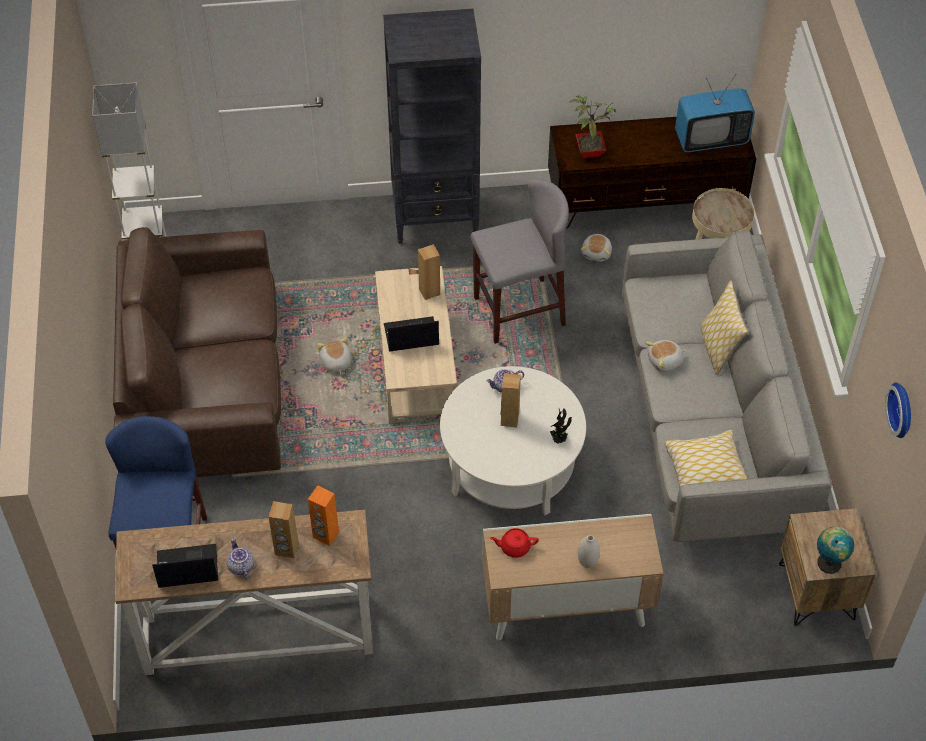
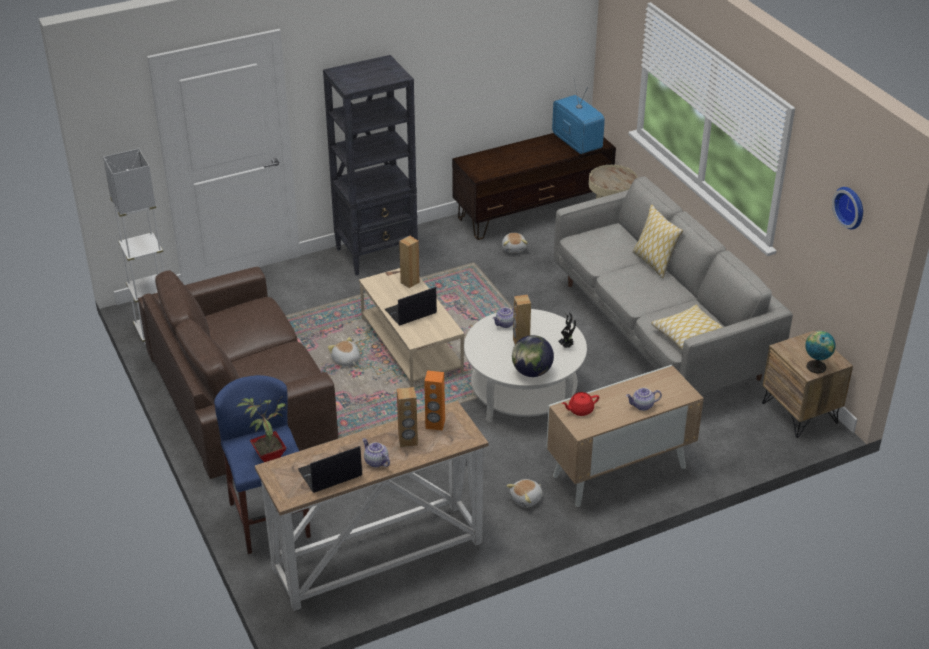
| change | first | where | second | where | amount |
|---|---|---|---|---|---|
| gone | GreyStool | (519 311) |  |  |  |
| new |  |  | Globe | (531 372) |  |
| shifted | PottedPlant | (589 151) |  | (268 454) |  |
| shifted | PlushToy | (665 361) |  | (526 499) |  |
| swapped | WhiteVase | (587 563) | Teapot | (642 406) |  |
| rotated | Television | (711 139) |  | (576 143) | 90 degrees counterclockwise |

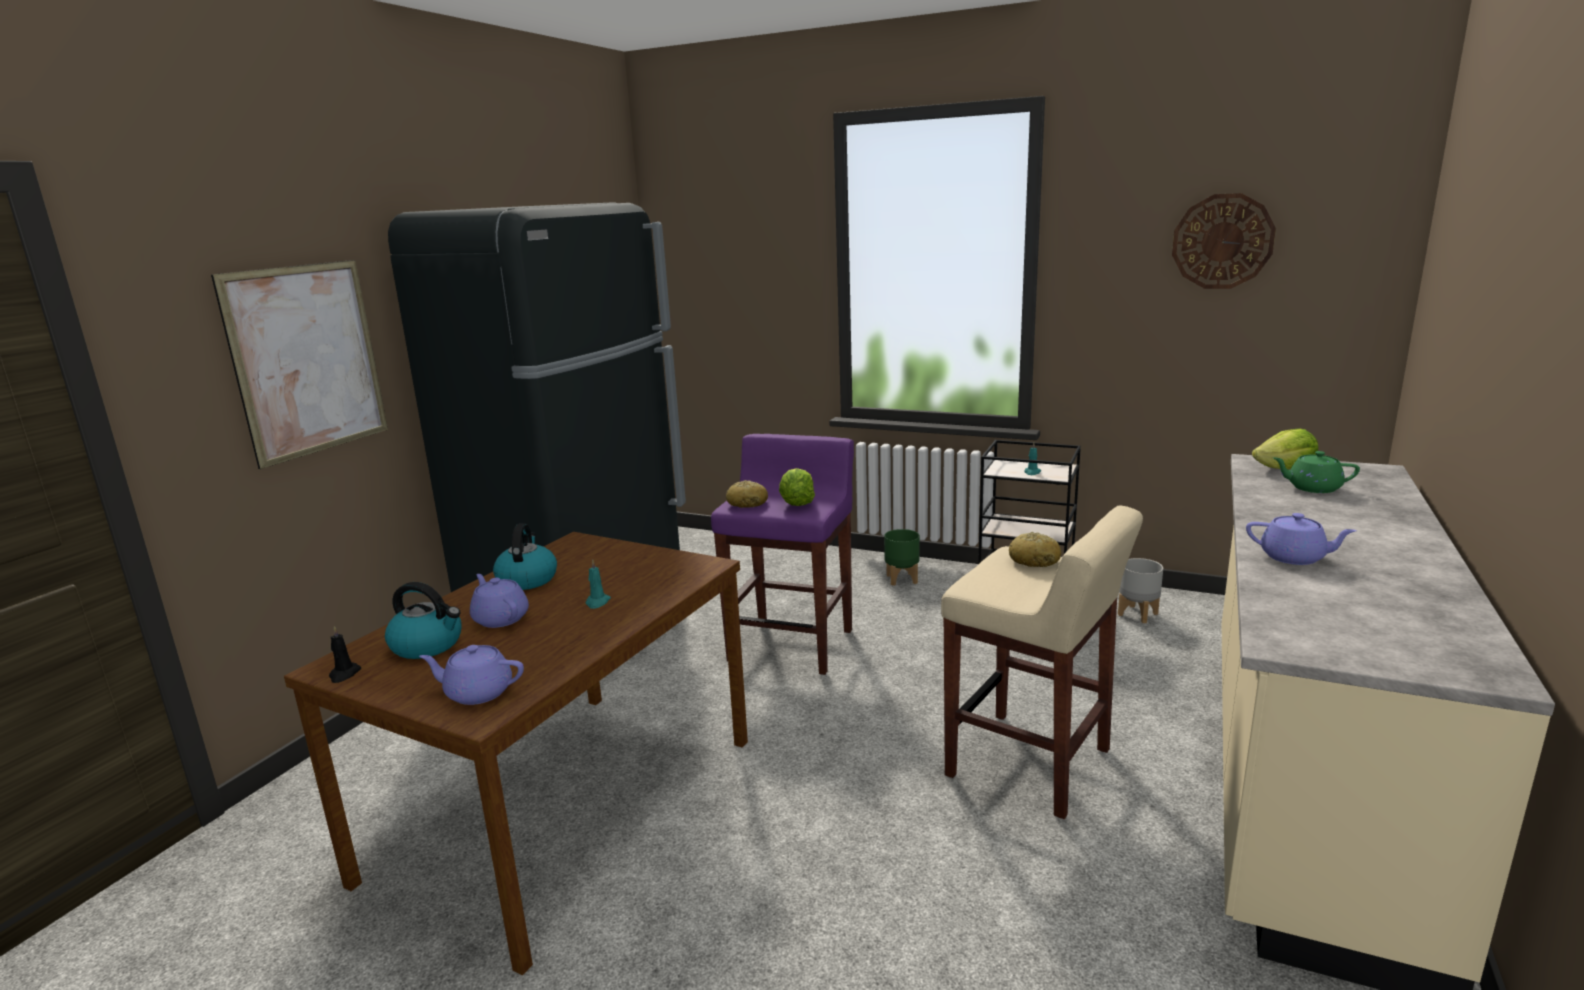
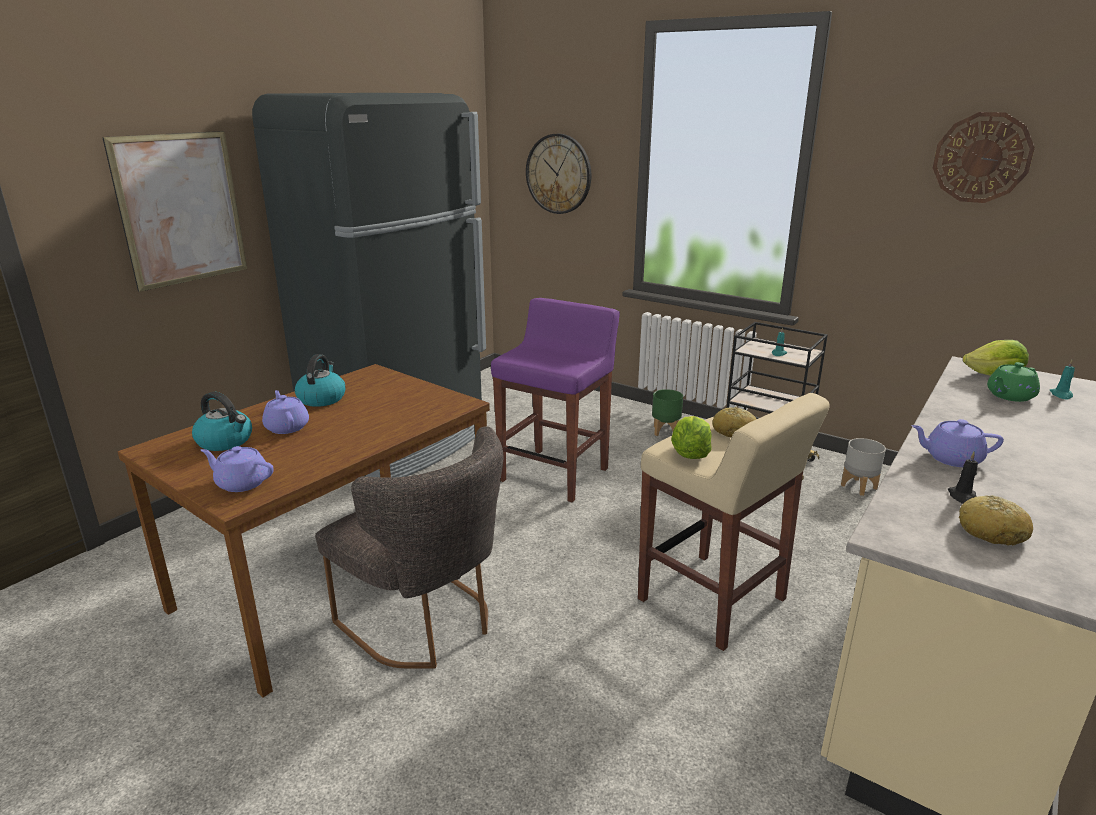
| change | first | where | second | where | amount |
|---|---|---|---|---|---|
| new |  |  | GreyChair | (426 624) |  |
| new |  |  | WallClock | (558 174) |  |
| shifted | BlackCandle | (344 674) |  | (962 497) |  |
| shifted | TurquoiseCandle | (597 602) |  | (1061 395) |  |
| shifted | Bread | (747 503) |  | (992 532) |  |
| shifted | Lettuce | (797 503) |  | (689 454) |  |
| rotated | PurpleTeapot | (1294 557) |  | (951 458) | 150 degrees clockwise |
| rotated | GreenTeapot | (1312 488) |  | (1009 396) | 60 degrees counterclockwise |

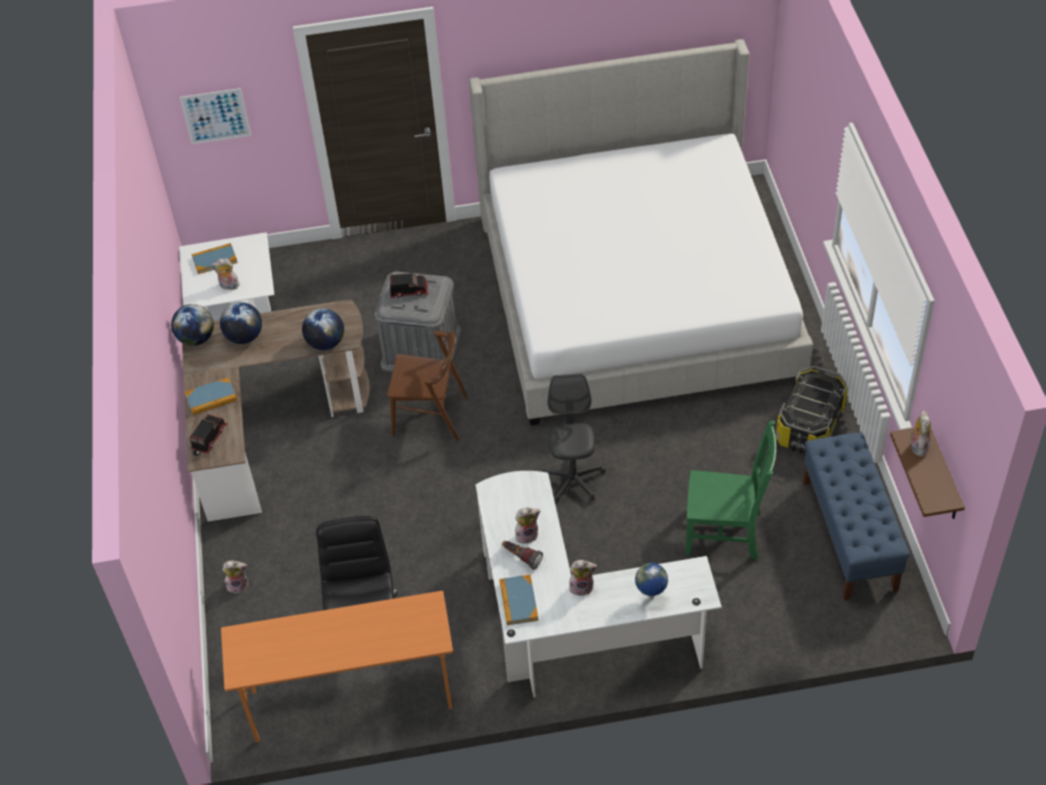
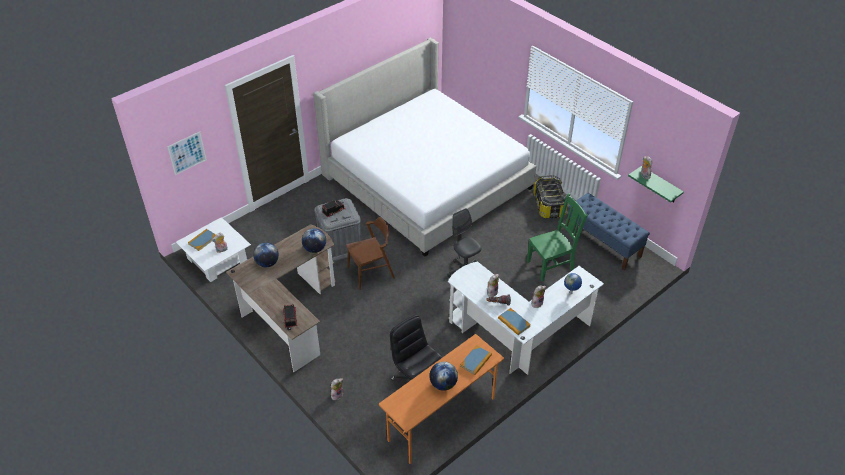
| change | first | where | second | where | amount |
|---|---|---|---|---|---|
| shifted | Globe | (196 338) |  | (443 384) |  |
| shifted | Book | (211 398) |  | (475 361) |  |
| repainted | BrownShelf | (944 477) | GreenShelf | (660 185) |  |

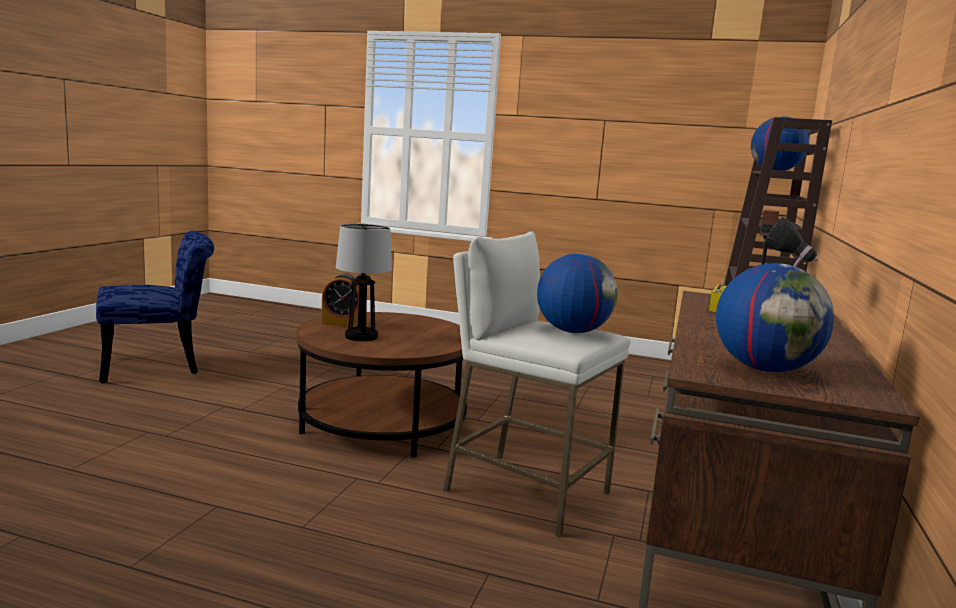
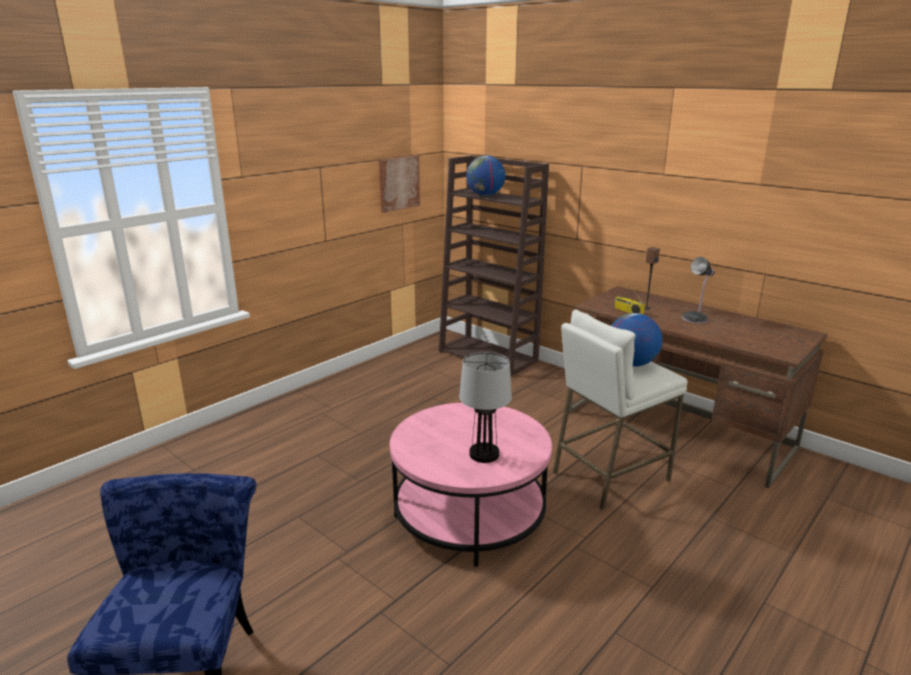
| change | first | where | second | where | amount |
|---|---|---|---|---|---|
| gone | AlarmClock | (343 324) |  |  |  |
| gone | Globe | (765 369) |  |  |  |
| new |  |  | Picture | (398 183) |  |
| repainted | BrownCoffeeTable | (383 423) | PinkCoffeeTable | (469 513) |  |

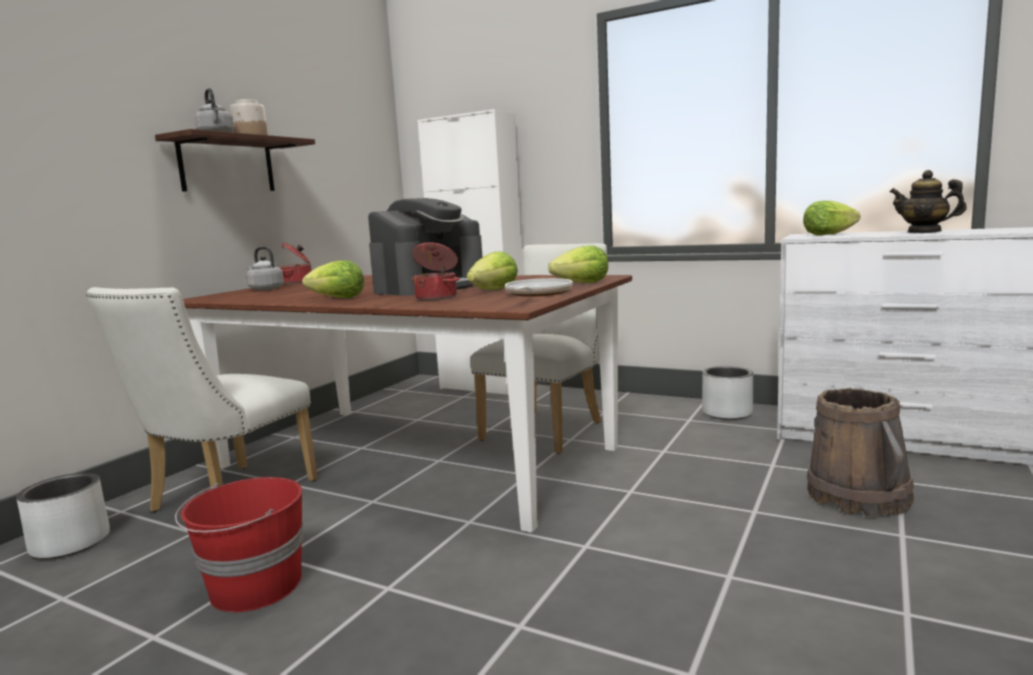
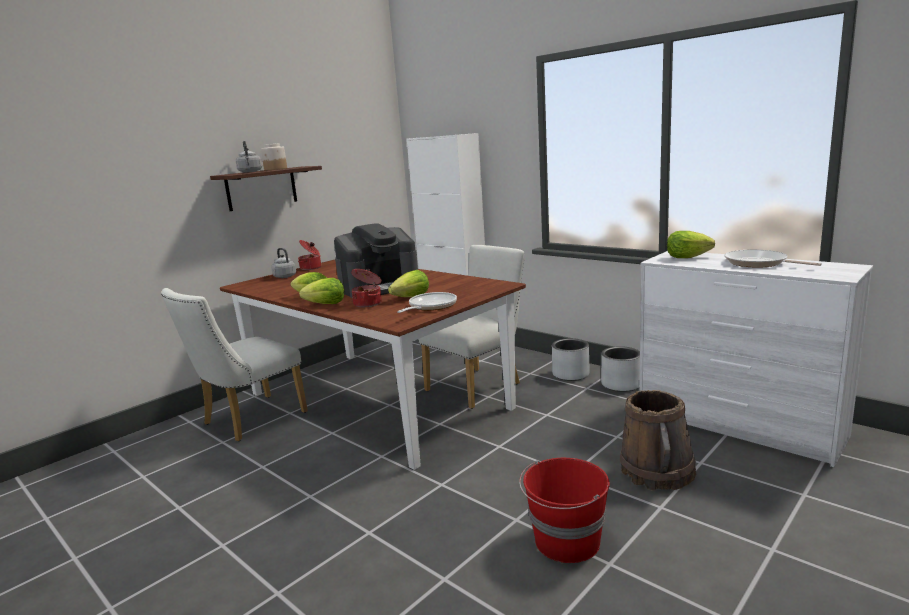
| change | first | where | second | where | amount |
|---|---|---|---|---|---|
| shifted | GreyPlanter | (71 543) |  | (571 374) |  |
| shifted | RedBucket | (254 588) |  | (566 542) |  |
| shifted | Lettuce | (582 283) |  | (326 304) |  |
| swapped | Teapot | (924 232) | FryingPan | (758 263) |  |

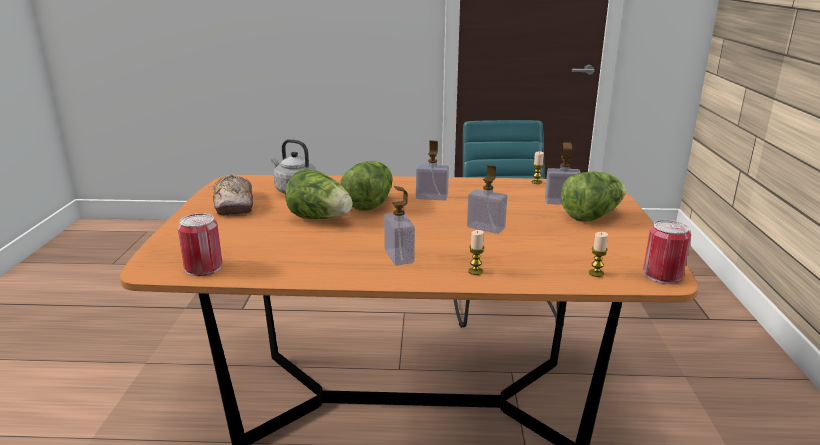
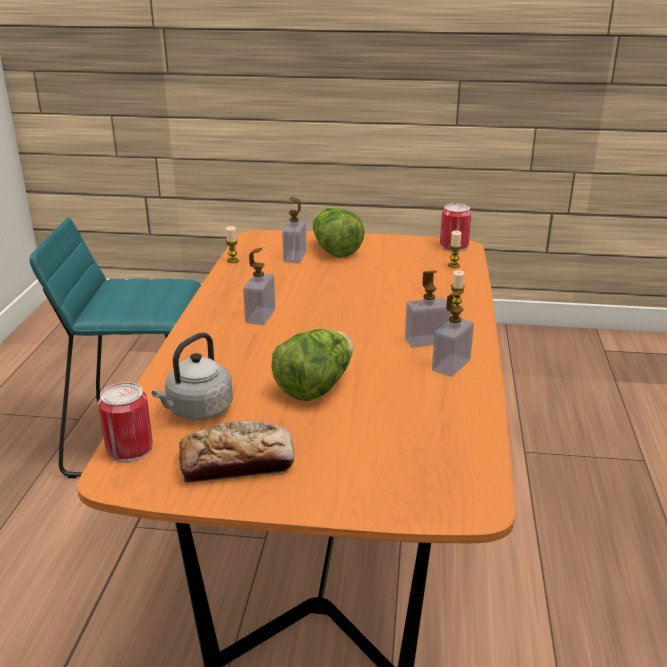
| change | first | where | second | where | amount |
|---|---|---|---|---|---|
| gone | Lettuce | (370 203) |  |  |  |
| shifted | Can | (203 267) |  | (129 448) |  |
| shifted | SoapDispenser | (486 227) |  | (451 365) |  |

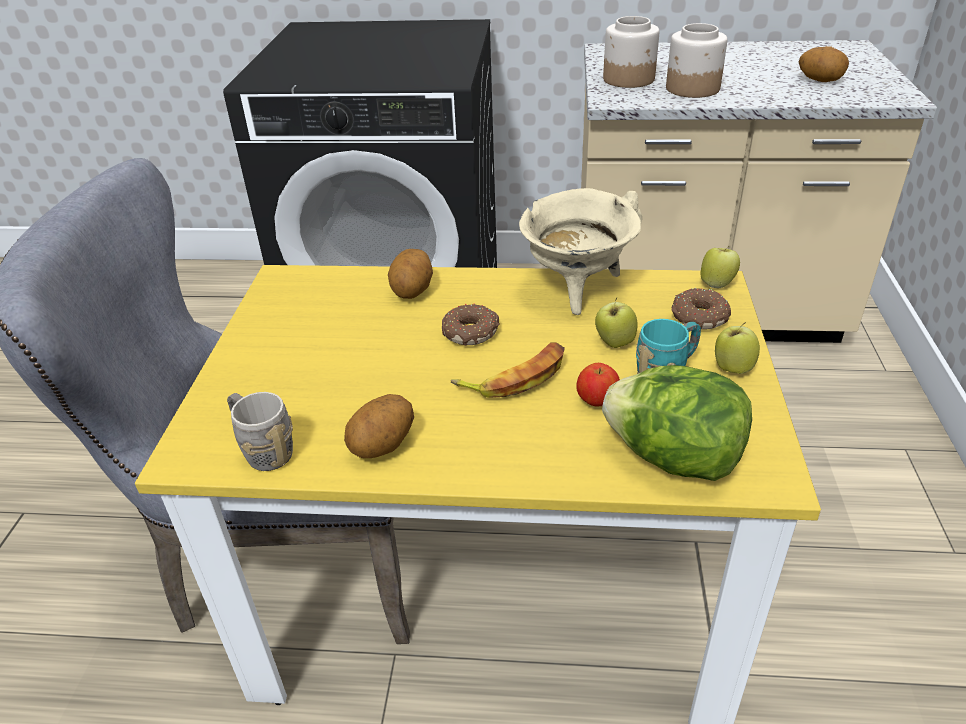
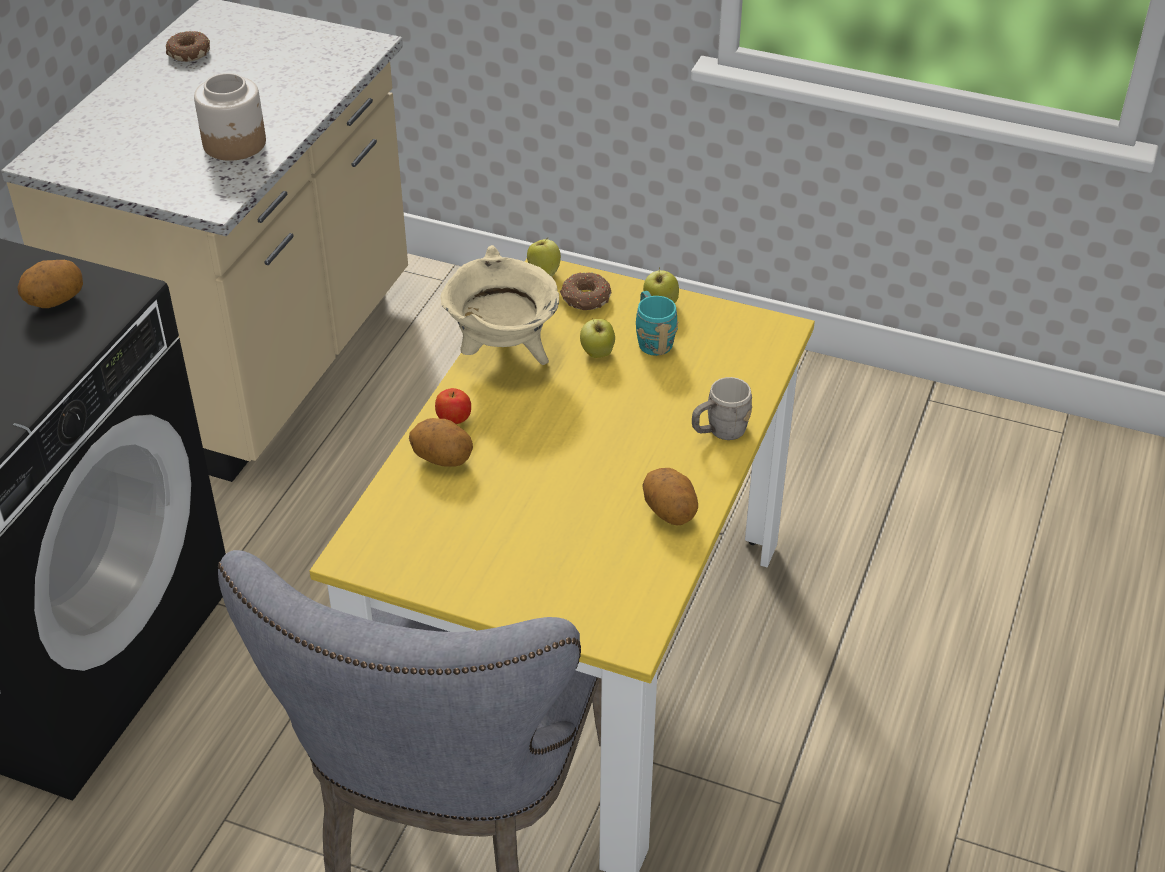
| change | first | where | second | where | amount |
|---|---|---|---|---|---|
| gone | Banana | (515 377) |  |  |  |
| gone | Lettuce | (674 458) |  |  |  |
| gone | Jar | (629 79) |  |  |  |
| shifted | GreyMug | (263 450) |  | (719 432) |  |
| shifted | Donut | (471 331) |  | (188 52) |  |
| shifted | Apple | (597 401) |  | (454 420) |  |
| shifted | Potato | (820 80) |  | (55 301) |  |

